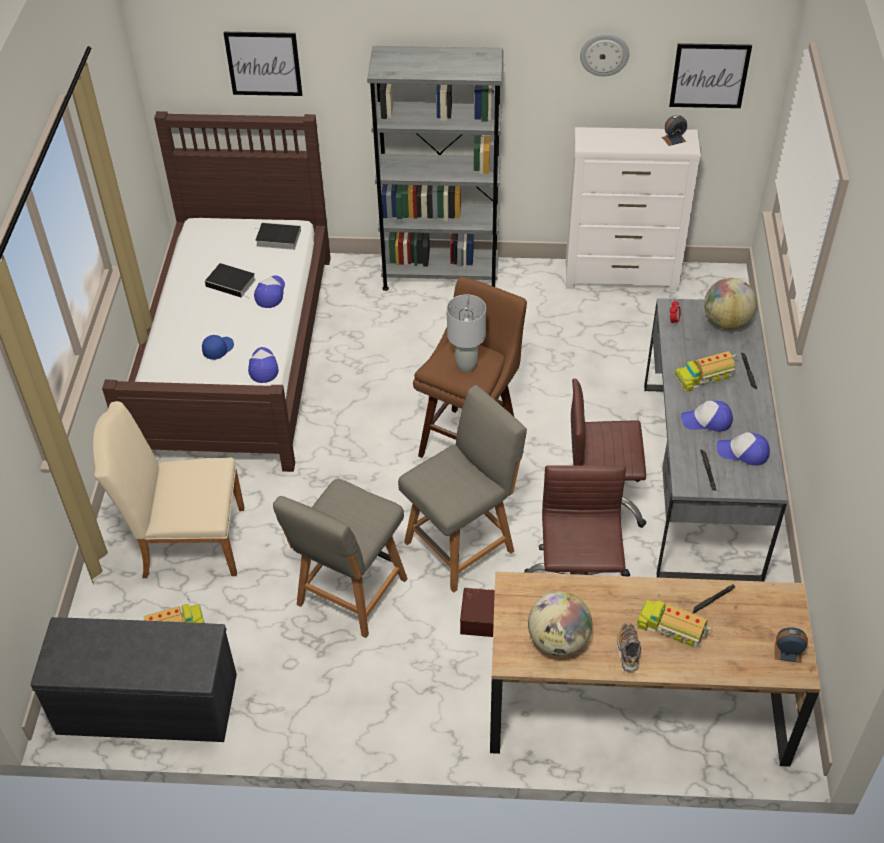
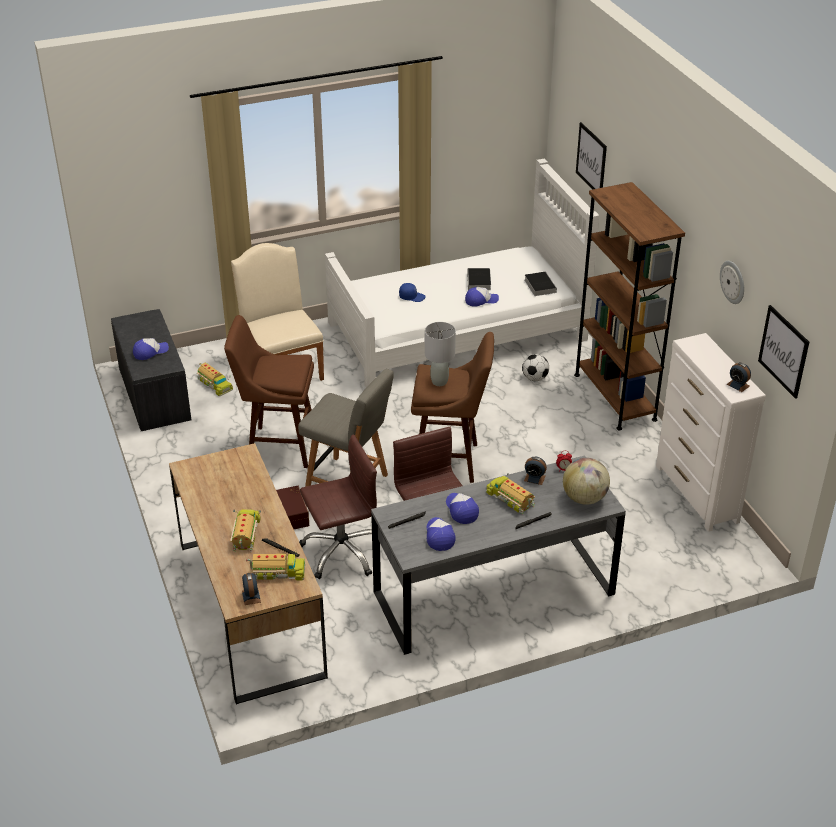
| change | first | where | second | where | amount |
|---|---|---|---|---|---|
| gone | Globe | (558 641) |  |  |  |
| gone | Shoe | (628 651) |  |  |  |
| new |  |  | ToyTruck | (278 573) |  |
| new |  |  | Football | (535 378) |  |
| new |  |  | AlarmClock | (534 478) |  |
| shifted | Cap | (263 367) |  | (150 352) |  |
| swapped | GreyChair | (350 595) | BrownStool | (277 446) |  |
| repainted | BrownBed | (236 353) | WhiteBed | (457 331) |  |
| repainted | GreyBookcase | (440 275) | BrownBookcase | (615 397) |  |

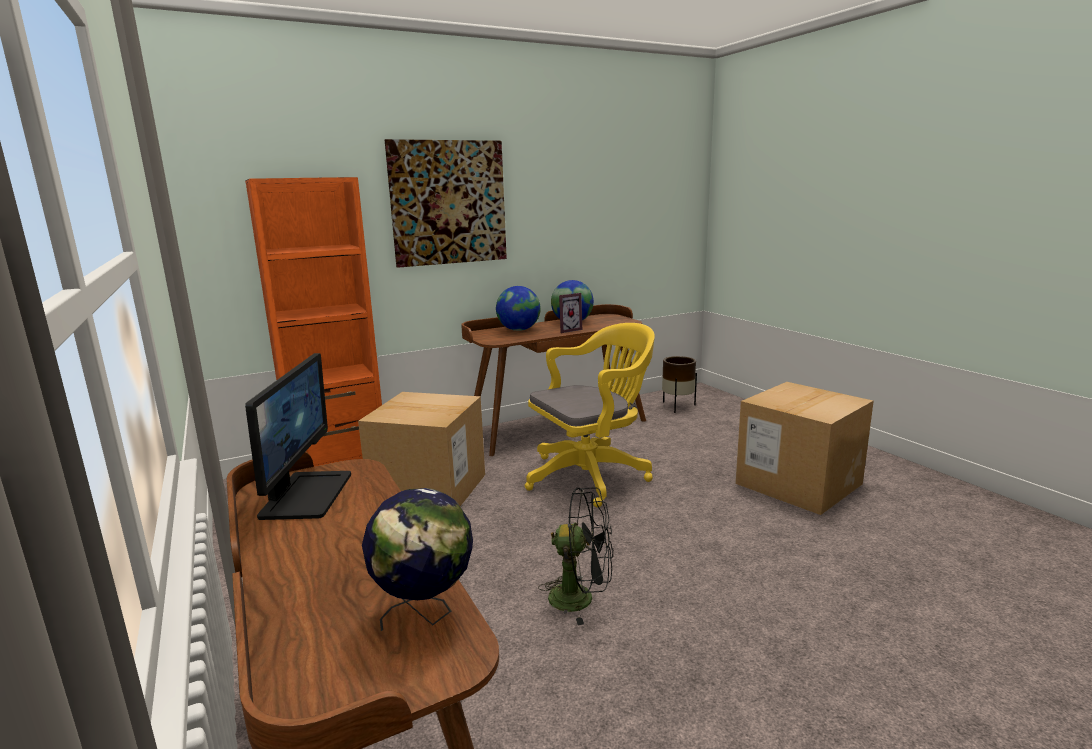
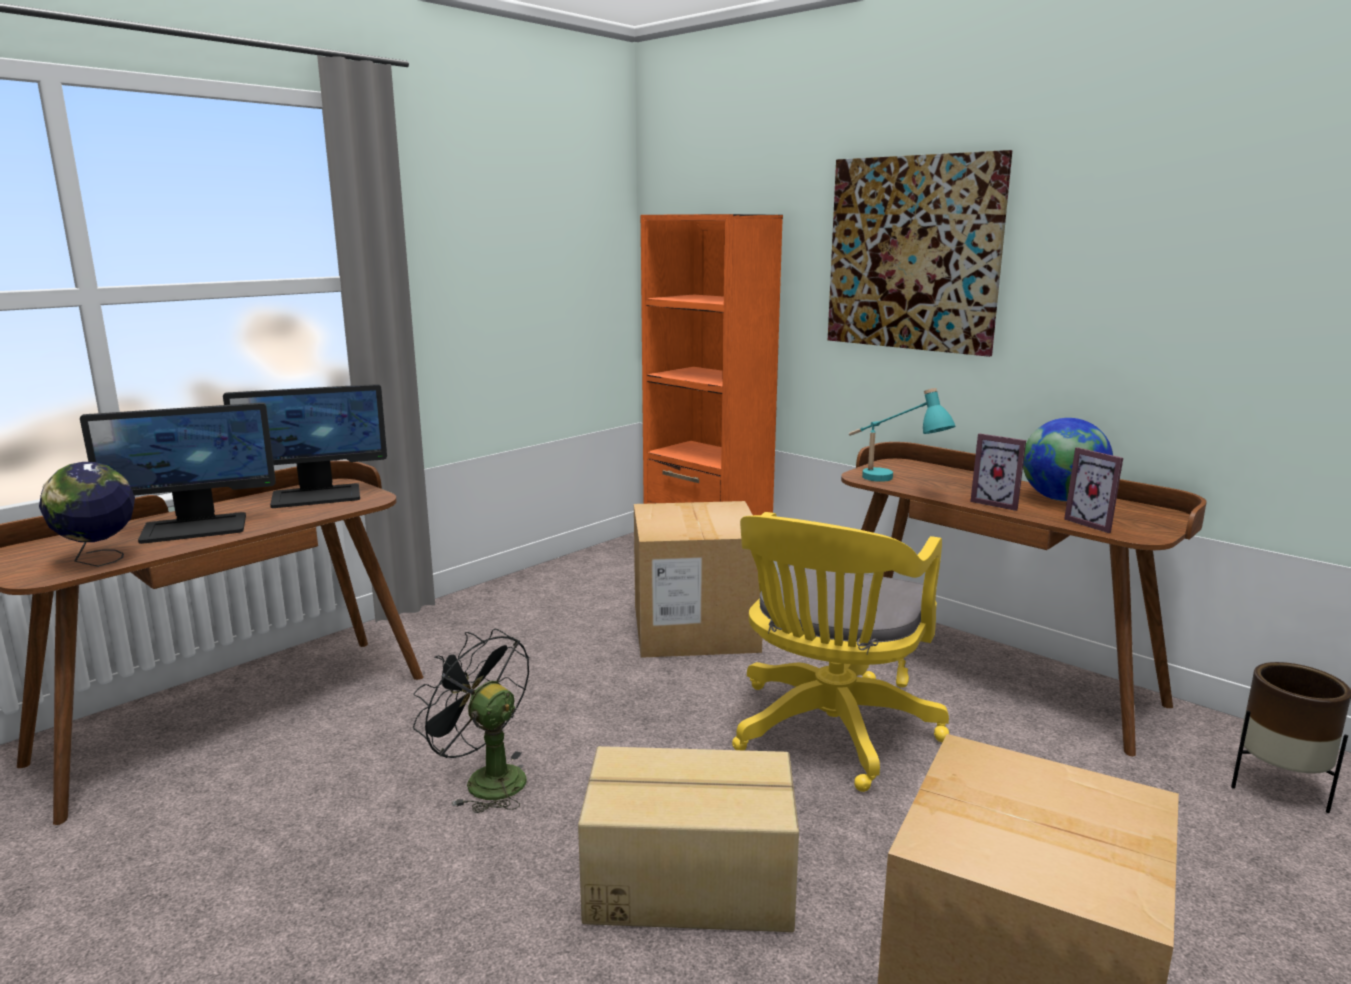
| change | first | where | second | where | amount |
|---|---|---|---|---|---|
| gone | Globe | (519 330) |  |  |  |
| new |  |  | Monitor | (195 528) |  |
| new |  |  | CardboardBox | (689 879) |  |
| new |  |  | TurquoiseTableLamp | (892 483) |  |
| new |  |  | PictureFrame | (1095 523) |  |
| rotated | YellowOfficeChair | (592 475) |  | (829 734) | 75 degrees clockwise |
| rotated | BlackFan | (581 598) |  | (485 780) | 135 degrees clockwise |

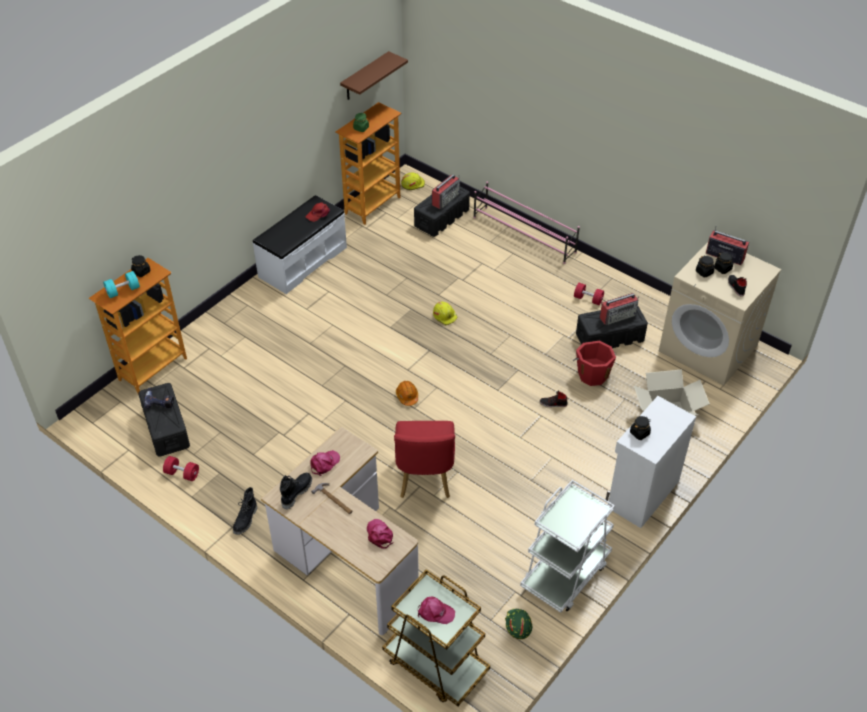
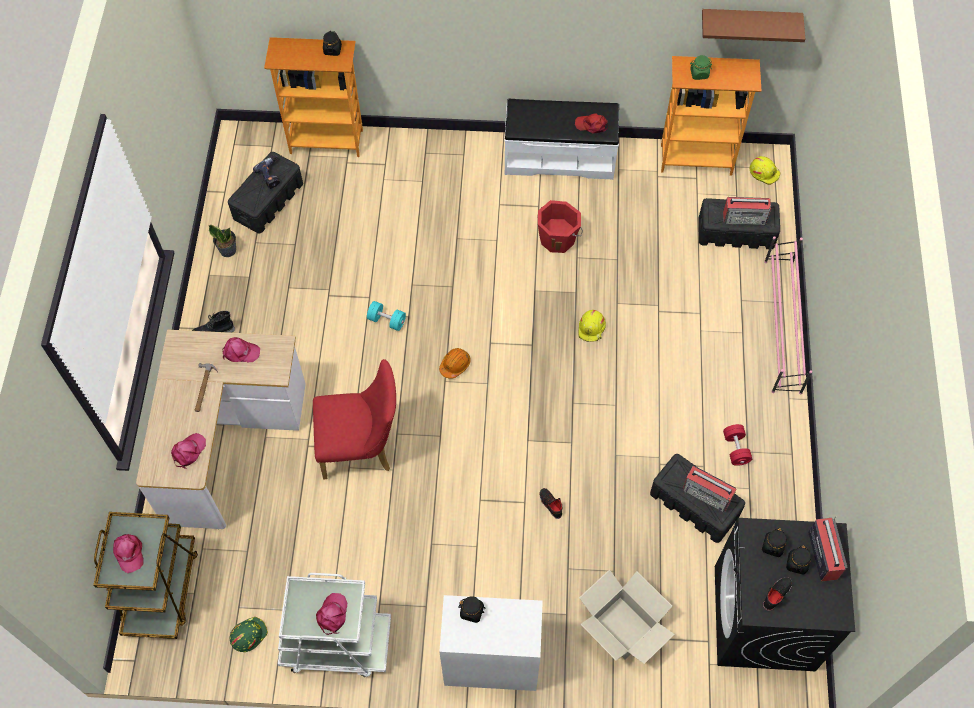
| change | first | where | second | where | amount |
|---|---|---|---|---|---|
| gone | BlackBoot | (296 492) |  |  |  |
| new |  |  | PinkCap | (332 615) |  |
| shifted | TurquoiseDumbbell | (123 291) |  | (387 320) |  |
| shifted | RedBucket | (592 374) |  | (558 238) |  |
| swapped | RedDumbbell | (182 474) | PottedPlant | (228 250) |  |
| repainted | BeigeWashingMachine | (708 348) | BlackWashingMachine | (764 619) |  |
| rotated | RedChair | (424 480) |  | (362 448) | 150 degrees counterclockwise |

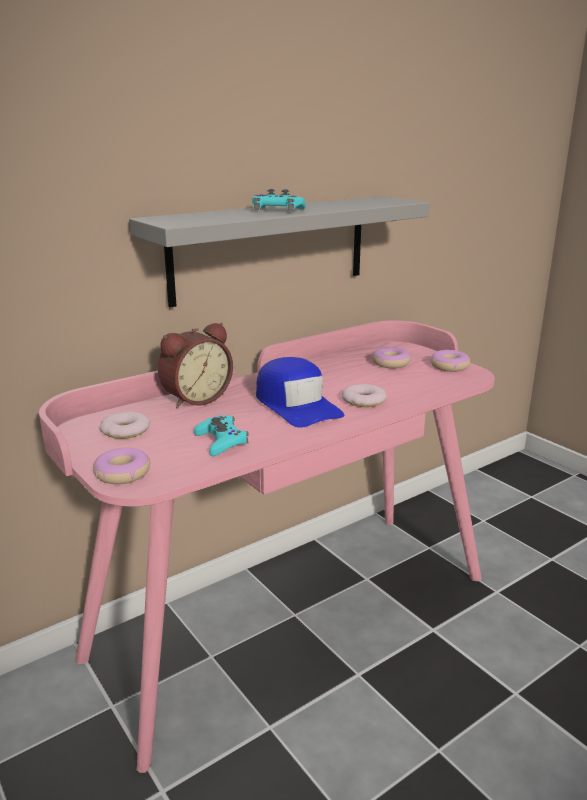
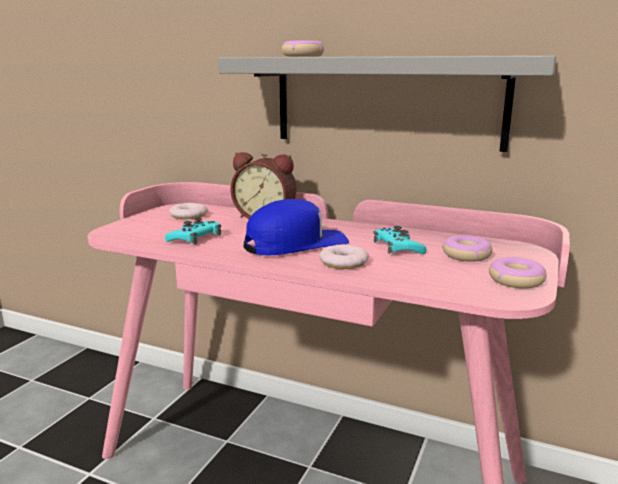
| change | first | where | second | where | amount |
|---|---|---|---|---|---|
| shifted | Donut | (122 473) |  | (302 56) |  |
| shifted | TurquoiseGameController | (277 210) |  | (398 248) |  |
| rotated | BlueCap | (296 405) |  | (295 244) | 150 degrees counterclockwise |

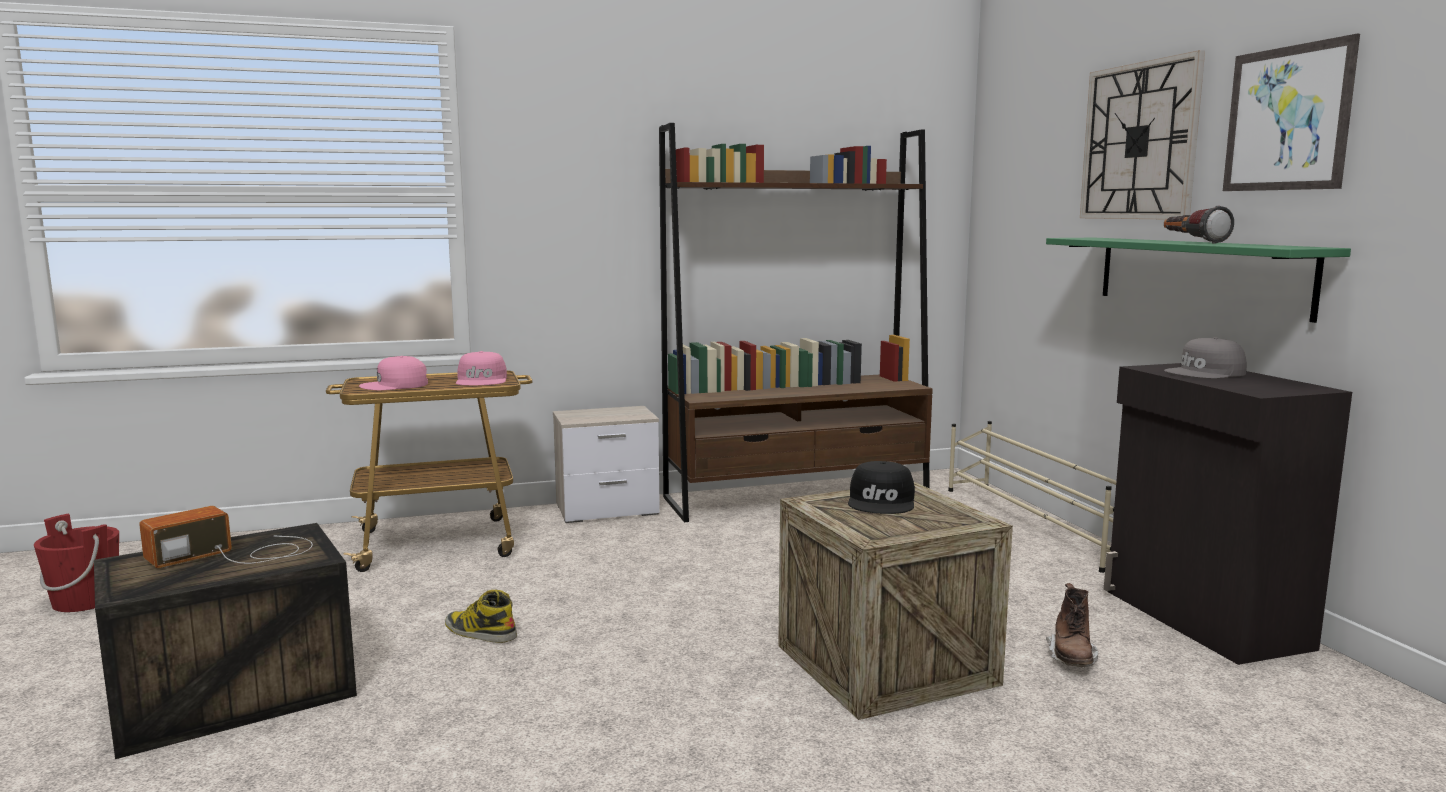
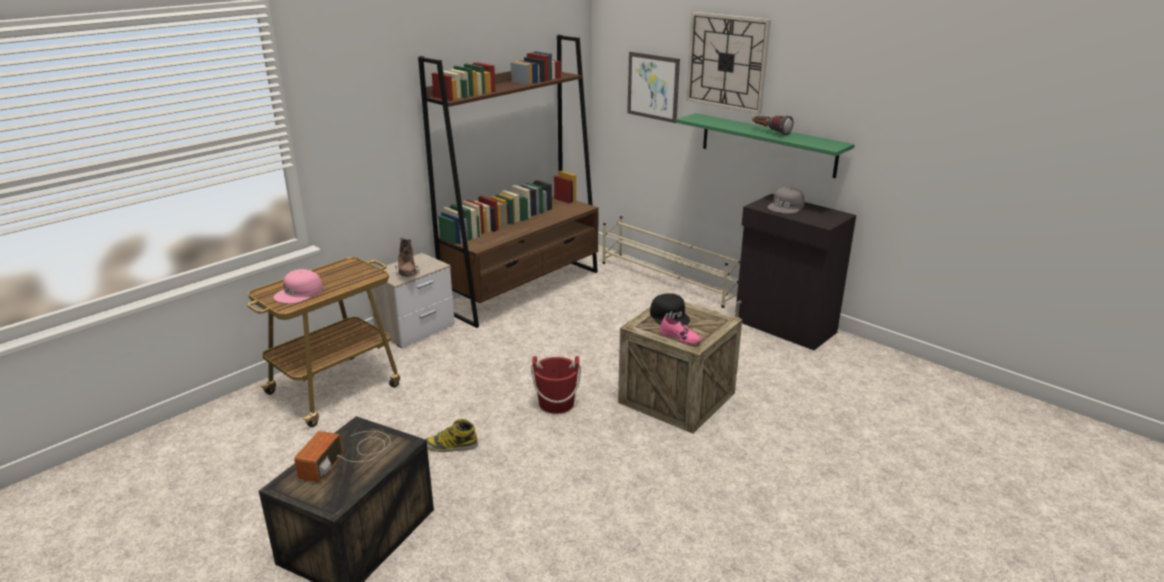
| change | first | where | second | where | amount |
|---|---|---|---|---|---|
| gone | PinkCap | (482 380) |  |  |  |
| new |  |  | PinkShoe | (680 337) |  |
| shifted | RedBucket | (85 600) |  | (556 403) |  |
| shifted | BrownBoot | (1072 658) |  | (407 273) |  |
| shifted | Picture | (1287 118) |  | (653 87) |  |

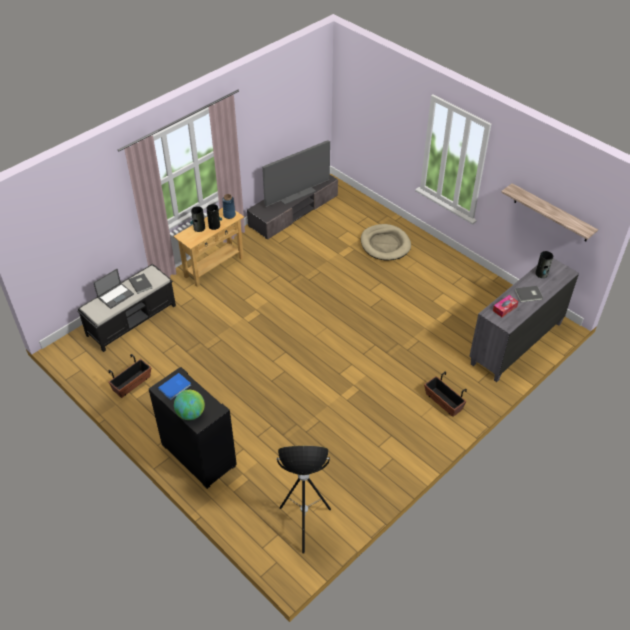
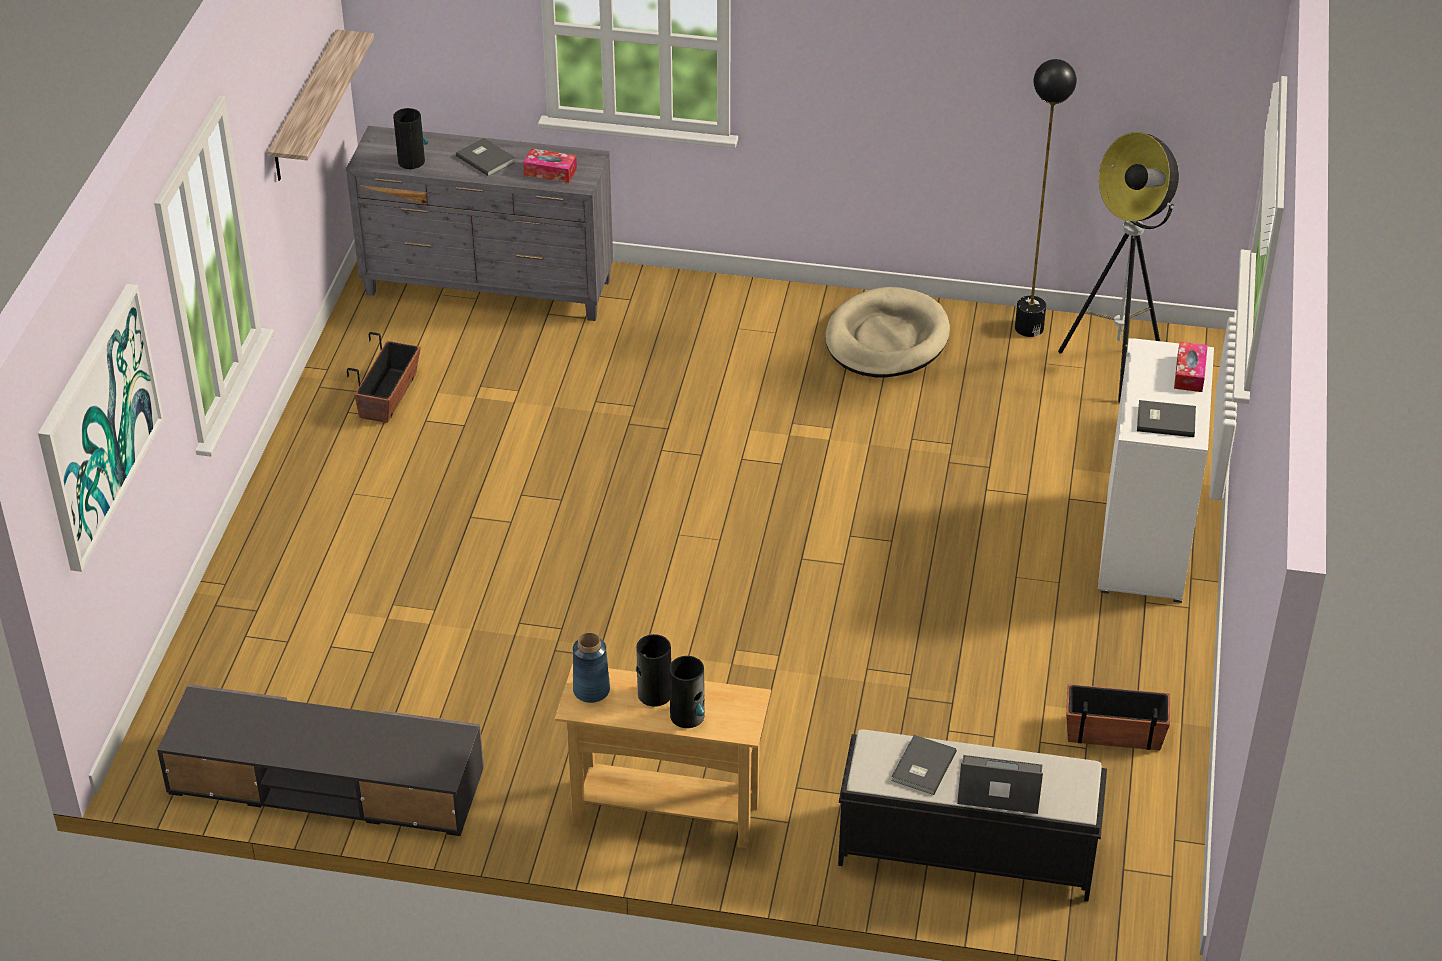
| change | first | where | second | where | amount |
|---|---|---|---|---|---|
| gone | Television | (295 193) |  |  |  |
| new |  |  | Picture | (98 425) |  |
| new |  |  | BlackFloorLamp | (1029 328) |  |
| shifted | BeigeDogBed | (385 244) |  | (886 339) |  |
| shifted | Planter | (443 402) |  | (389 396) |  |
| swapped | Globe | (190 413) | TissueBox | (1189 373) |  |
| repainted | BlackCabinet | (198 455) | WhiteCabinet | (1145 545) |  |
| repainted | BlueBook | (175 387) | GreyBook | (1165 419) |  |

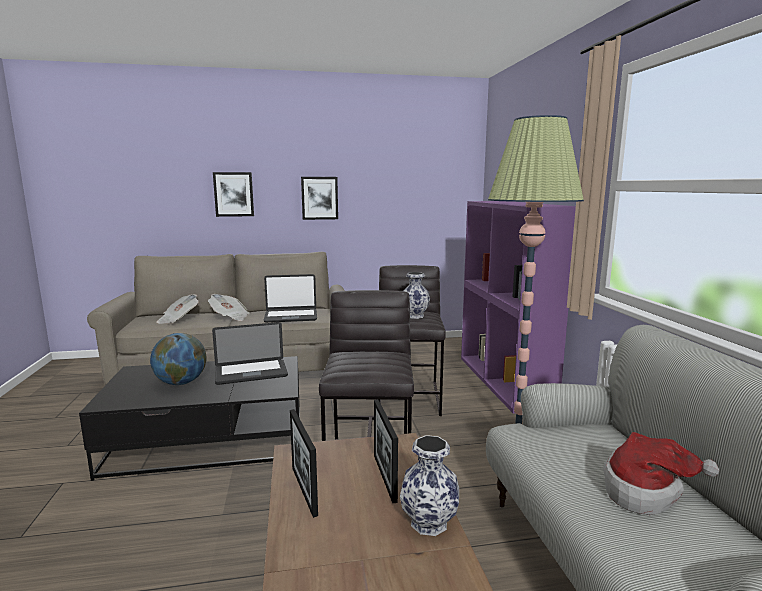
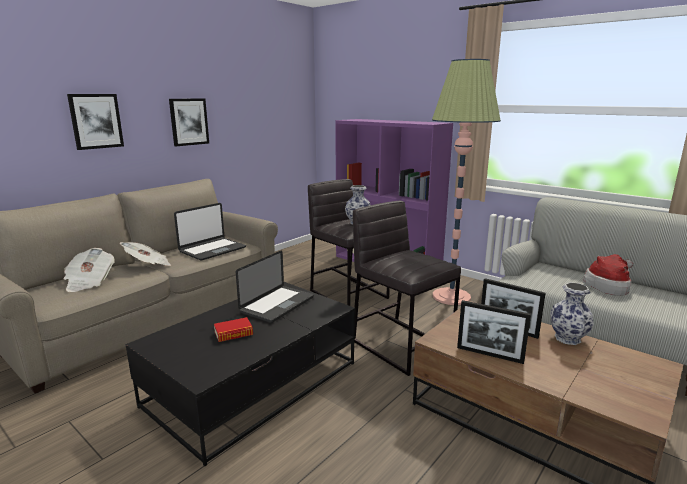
| change | first | where | second | where | amount |
|---|---|---|---|---|---|
| swapped | Globe | (181 383) | Book | (233 333) |  |

